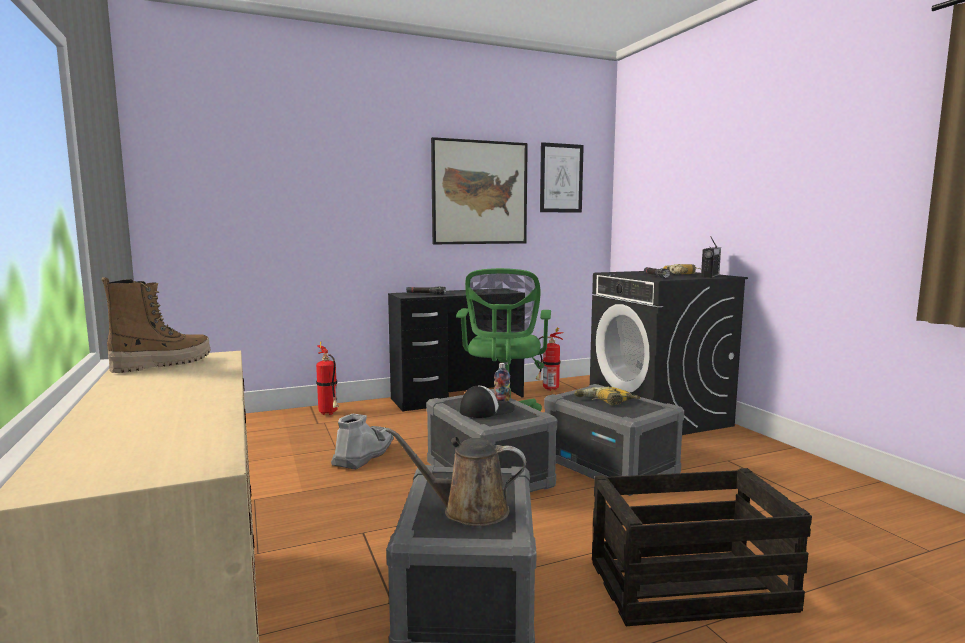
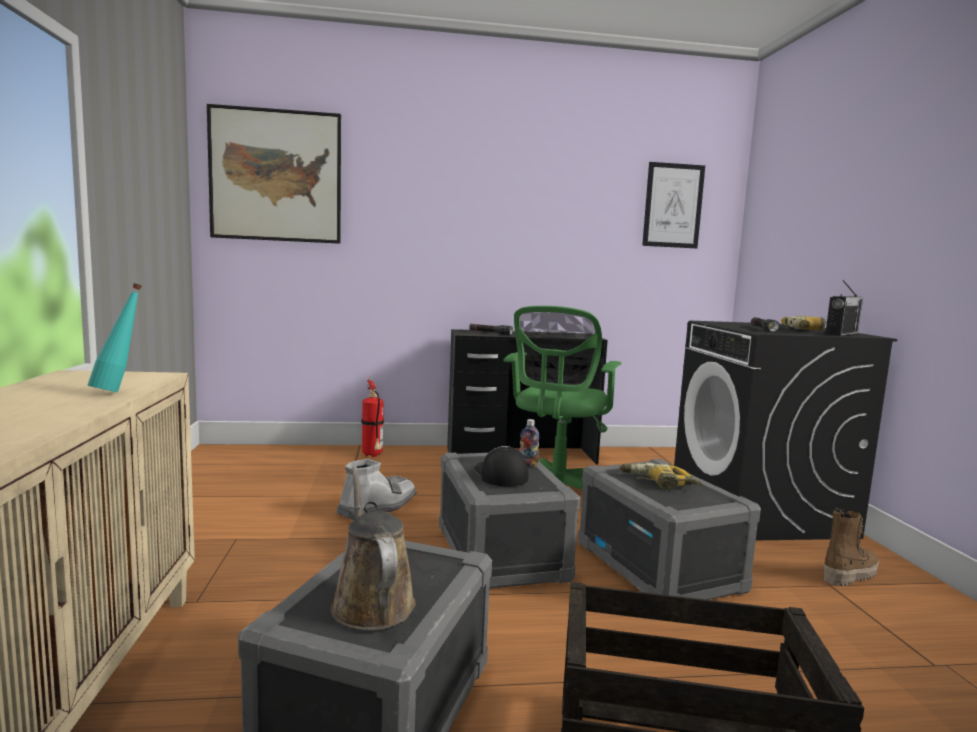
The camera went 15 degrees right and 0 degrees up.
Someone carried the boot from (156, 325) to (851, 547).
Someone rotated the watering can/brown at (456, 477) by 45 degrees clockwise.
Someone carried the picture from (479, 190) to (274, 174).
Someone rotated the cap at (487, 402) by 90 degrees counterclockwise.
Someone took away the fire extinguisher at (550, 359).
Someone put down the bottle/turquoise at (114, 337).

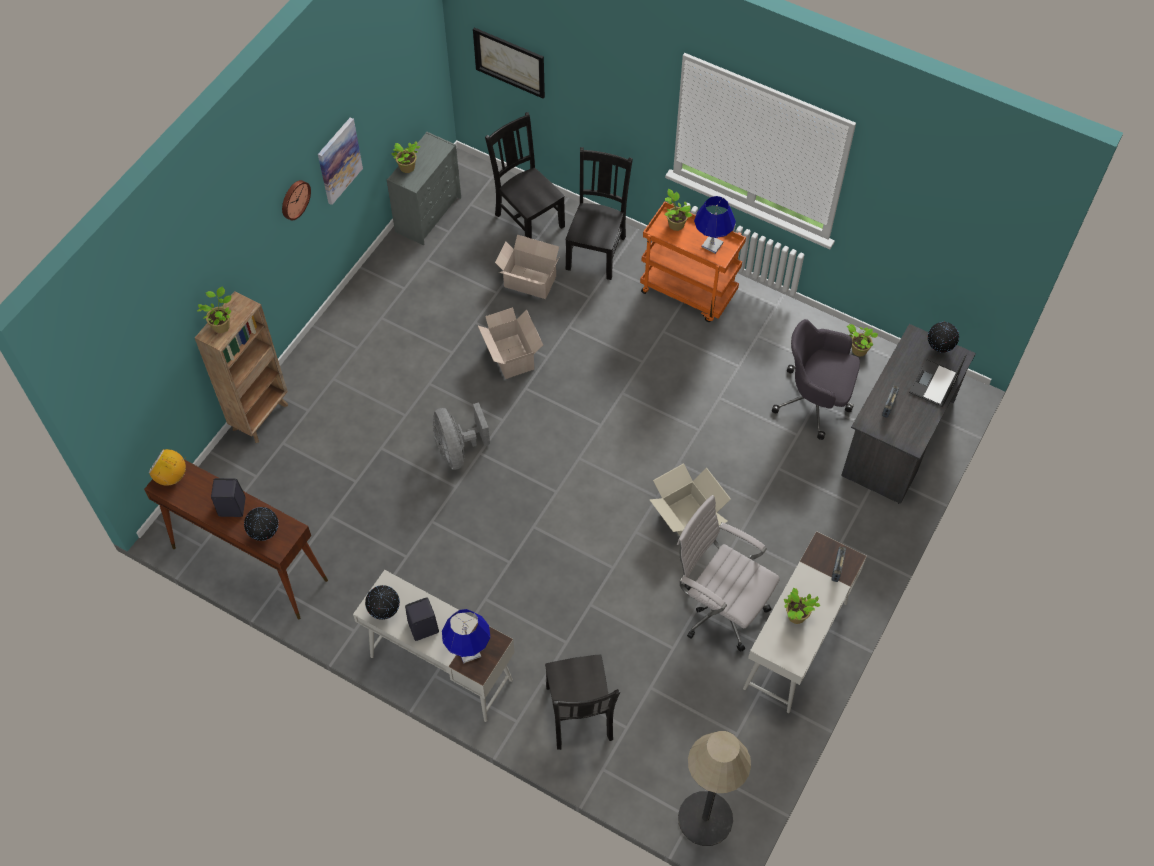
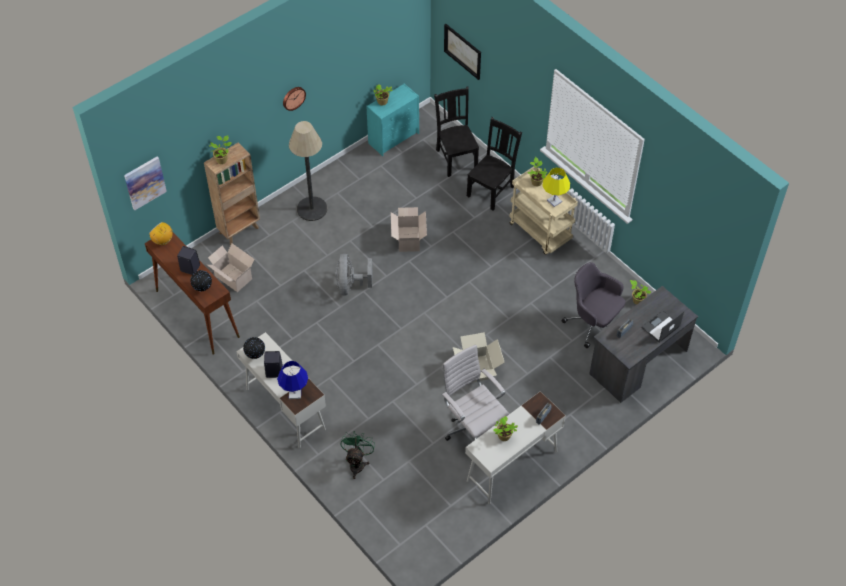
The camera went 20 degrees right and 5 degrees down.
Someone carried the picture from (340, 161) to (145, 183).
Someone repainted the dresser/grey at (424, 188), which became the dresser/turquoise at (392, 120).
Someone carried the cardboard box from (527, 267) to (231, 267).
Someone swapped the chair/black at (582, 702) for the fan/green at (358, 455).
Someone repainted the cart/orange at (693, 261), which became the cart/beige at (543, 211).
Someone carried the floor lamp from (714, 788) to (308, 171).
Someone repainted the table lamp/blue at (715, 225), which became the table lamp/yellow at (556, 187).
Someone took away the globe at (943, 337).

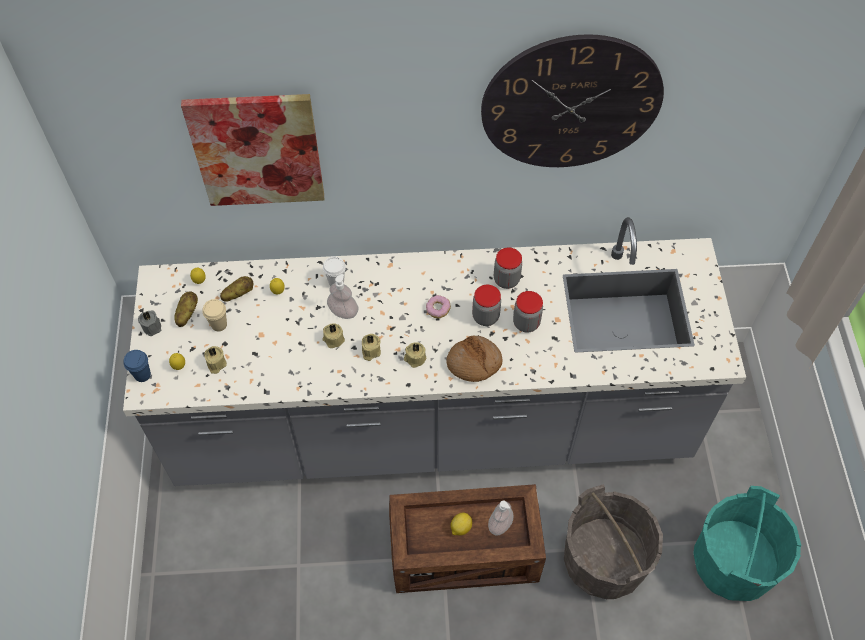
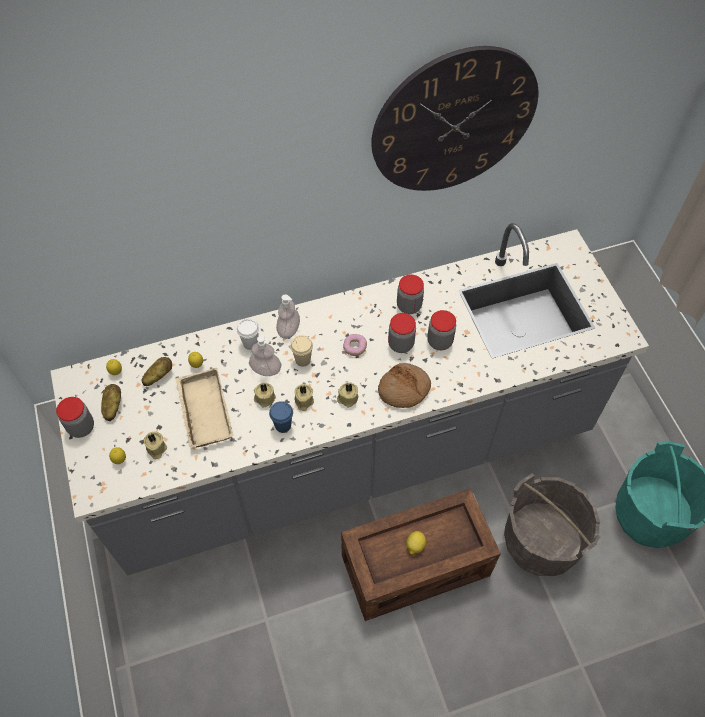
The camera went 15 degrees left and 0 degrees up.
Someone carried the cup/blue from (137, 366) to (281, 417).
Someone swapped the candle/grey at (149, 323) for the jar at (75, 417).
Someone took away the picture at (252, 150).
Someone carried the cup/beige from (214, 315) to (301, 351).
Someone carried the soap dispenser from (501, 518) to (288, 316).
Someone put down the tray/beige at (204, 407).

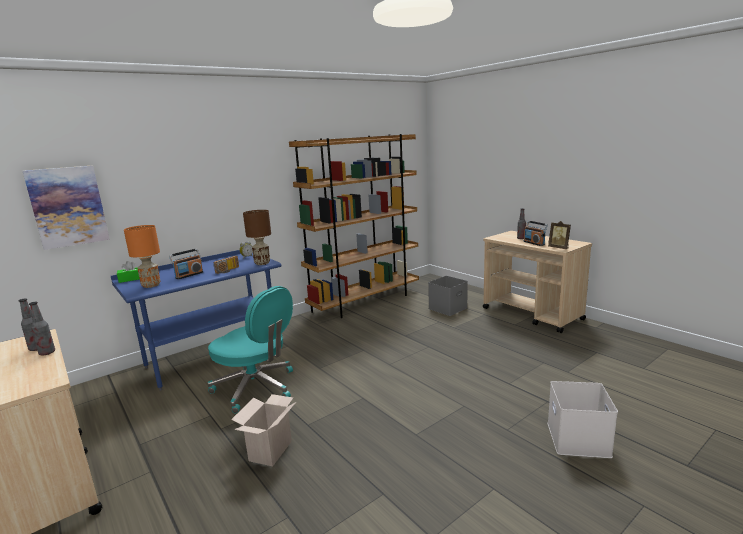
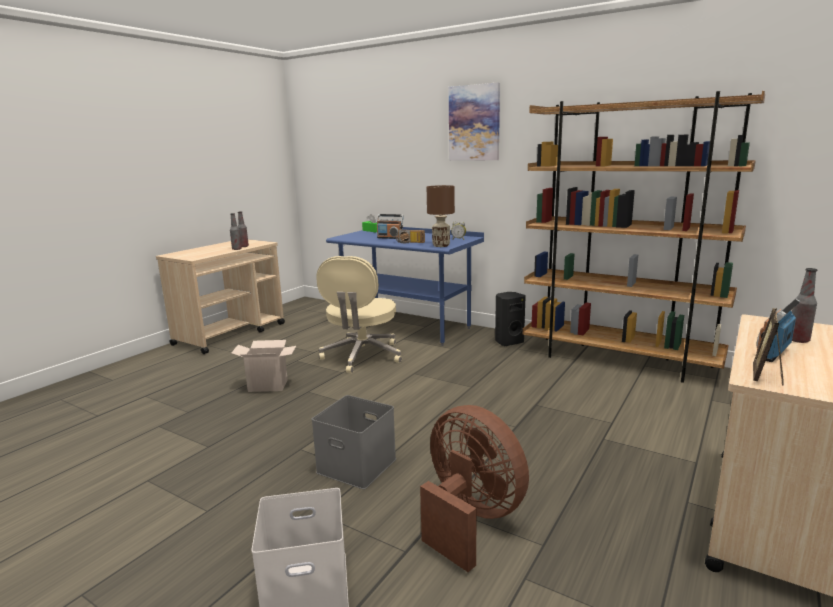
The camera went 70 degrees right and 0 degrees up.
Someone carried the picture from (66, 208) to (474, 122).
Someone took away the table lamp/orange at (142, 256).
Someone repainted the office chair/turquoise at (250, 349), which became the office chair/beige at (359, 314).
Someone carried the storage box/grey from (448, 296) to (354, 442).
Someone put down the fan/brown at (474, 488).
Someone put down the speaker/black at (510, 319).

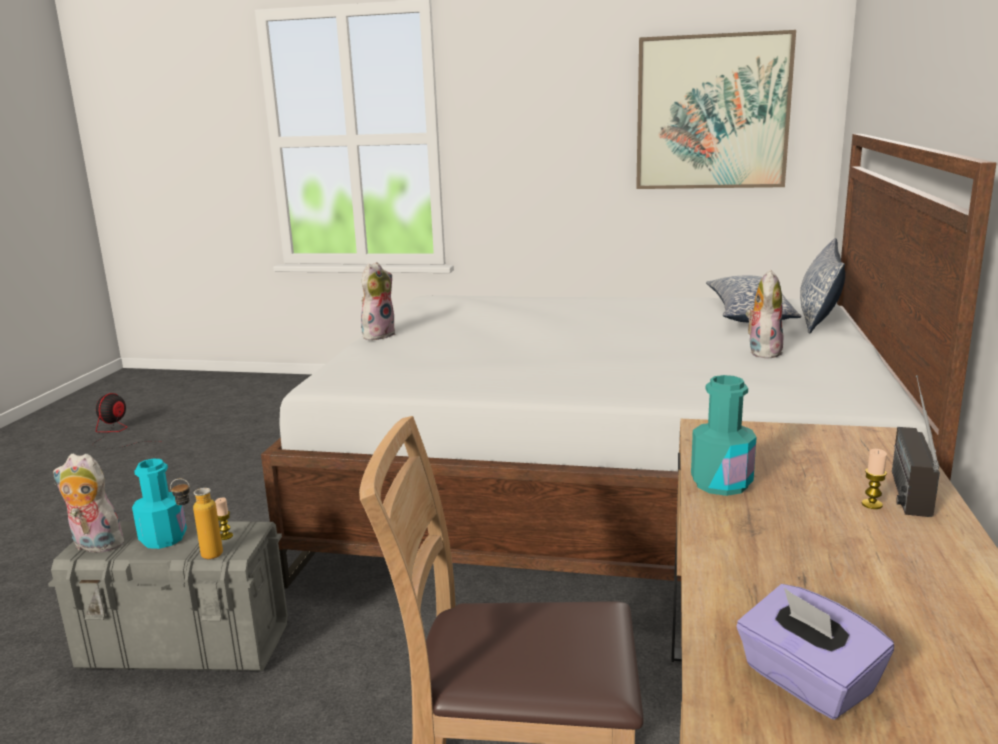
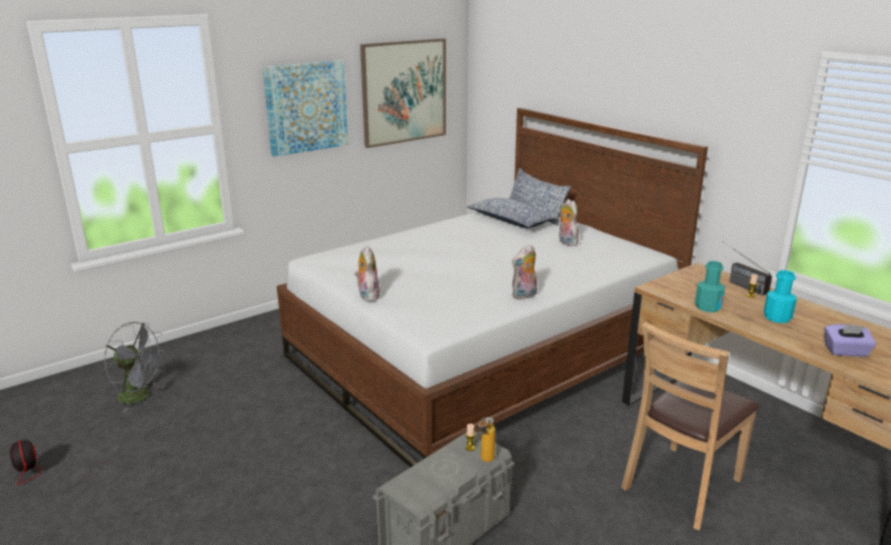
The camera went 50 degrees left and 5 degrees up.
Someone carried the plush toy from (90, 503) to (524, 271).
Someone carried the bottle/turquoise from (159, 504) to (780, 296).
Someone put down the fan/grey at (136, 367).
Someone put up the picture at (306, 108).

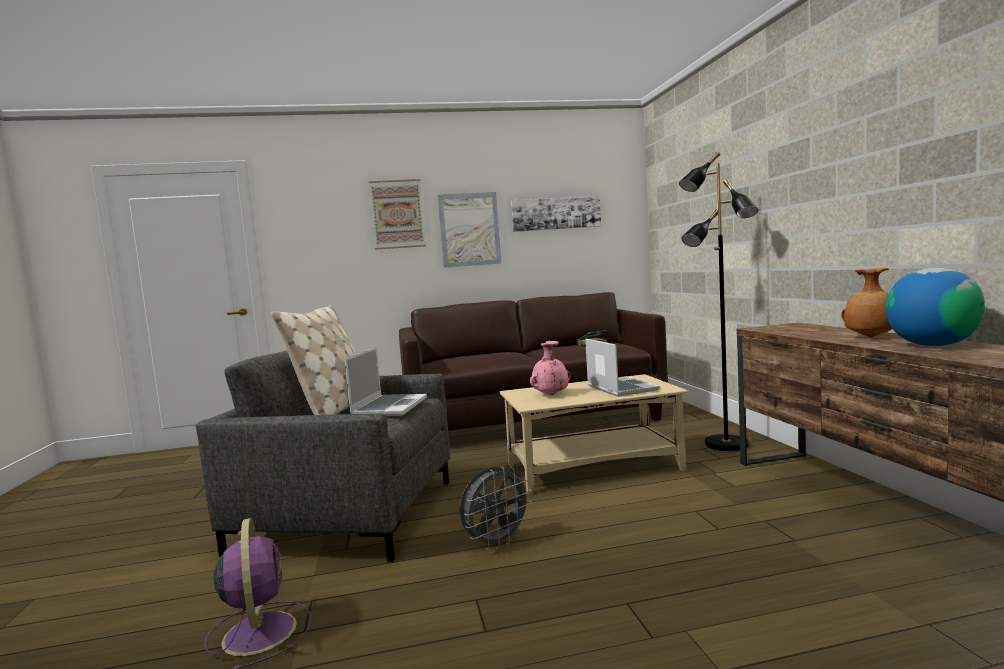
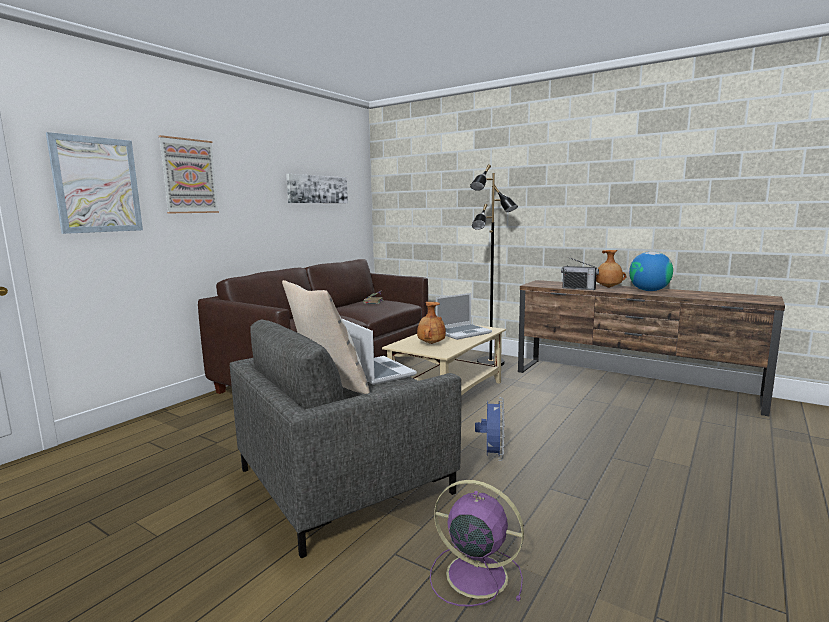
The camera went 45 degrees left and 5 degrees up.
Someone carried the picture from (469, 230) to (94, 183).
Someone repainted the fan/grey at (496, 508), which became the fan/blue at (490, 429).
Someone repainted the vase/pink at (550, 368), which became the vase/brown at (431, 323).
Someone rotated the laptop at (622, 367) by 120 degrees clockwise.
Someone put down the radio at (580, 273).

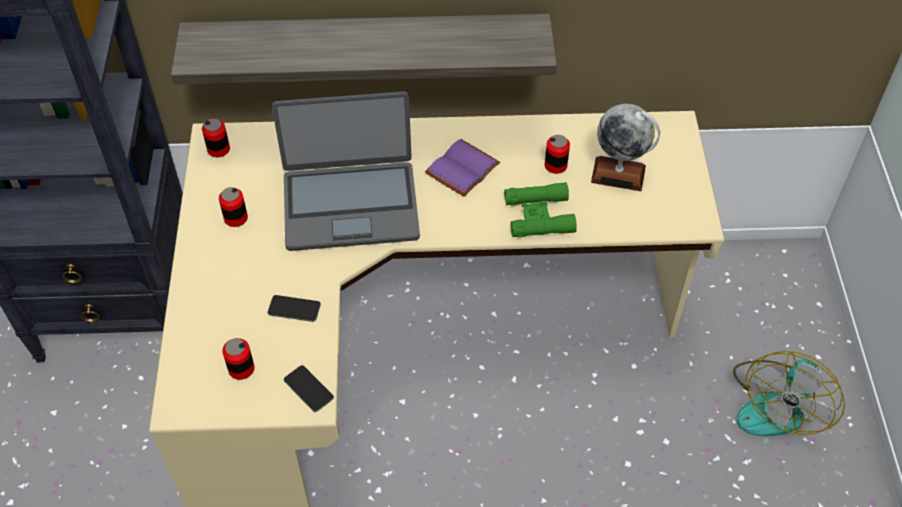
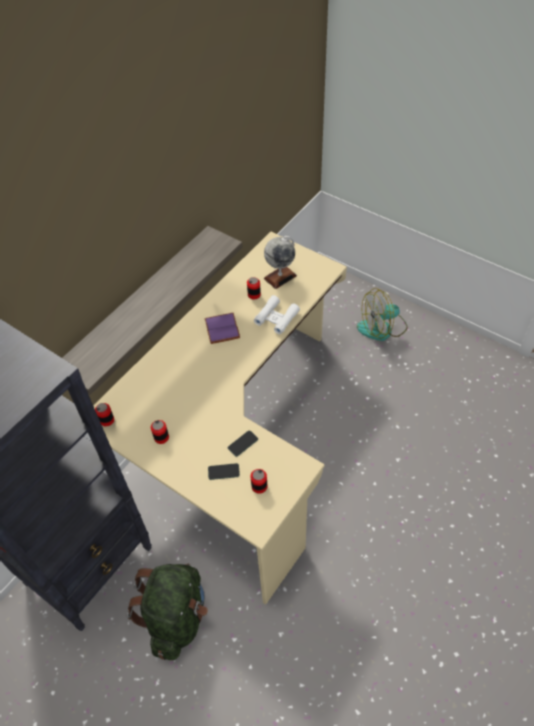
The camera went 50 degrees left and 0 degrees up.
Someone took away the laptop at (346, 171).
Someone carried the phone from (309, 388) to (224, 471).
Someone repainted the binoculars/green at (540, 209), which became the binoculars/white at (277, 314).
Someone rotated the fan at (789, 393) by 90 degrees clockwise.
Someone put down the backpack/green at (167, 611).

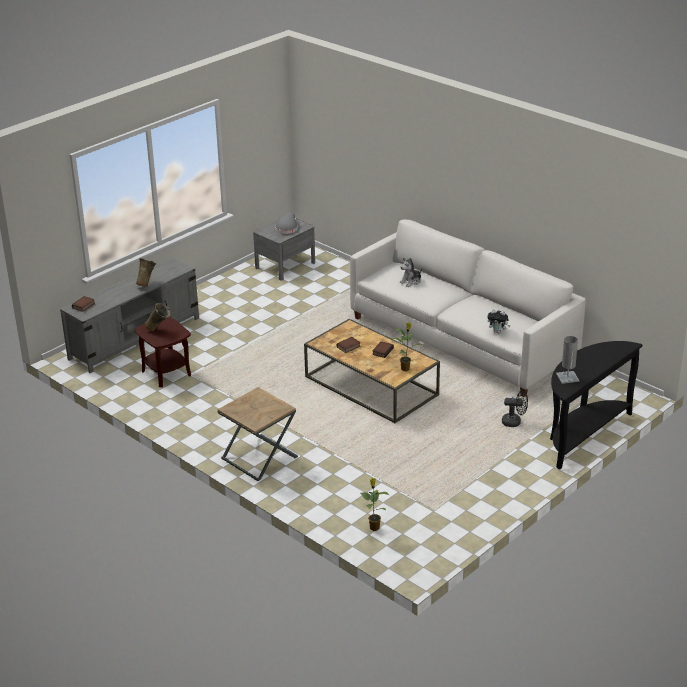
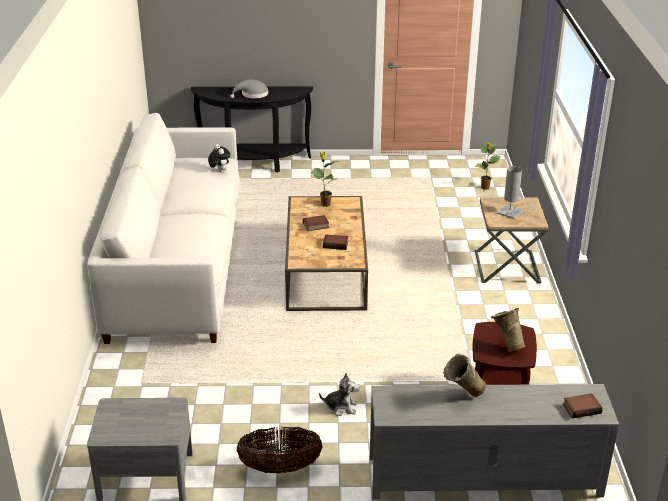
The camera went 135 degrees left and 0 degrees up.
Someone carried the hat/grey from (286, 223) to (249, 89).
Someone carried the plush toy from (411, 272) to (339, 394).
Someone took away the fan/black at (515, 408).
Someone carried the table lamp/grey from (567, 360) to (510, 192).
Someone put down the basket at (279, 450).

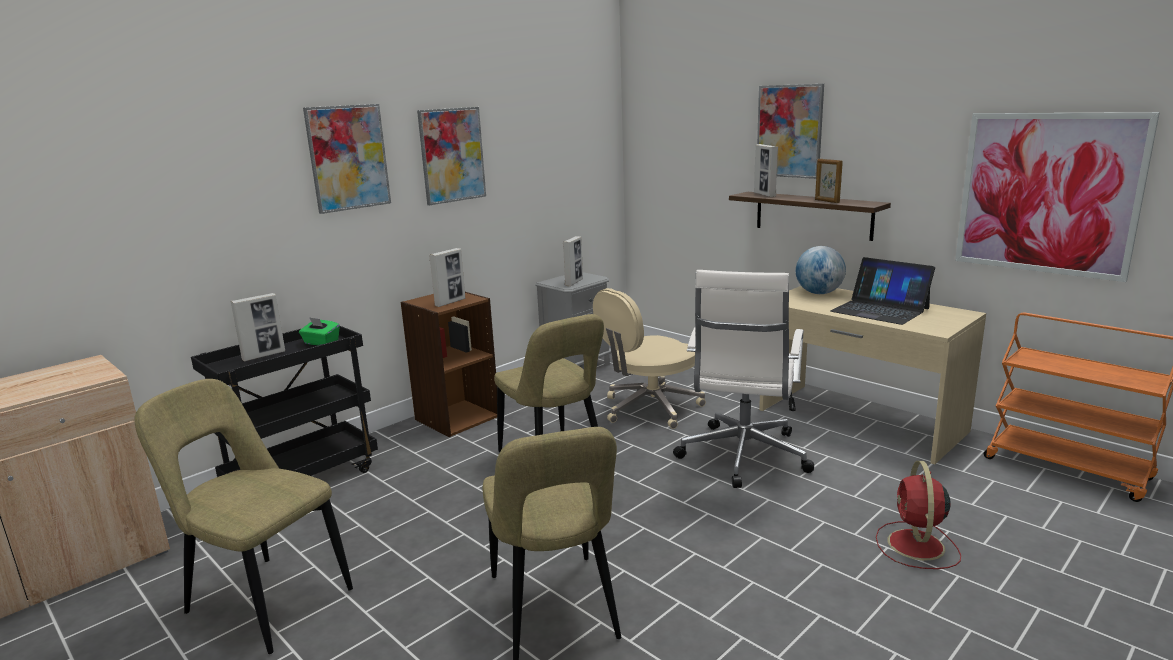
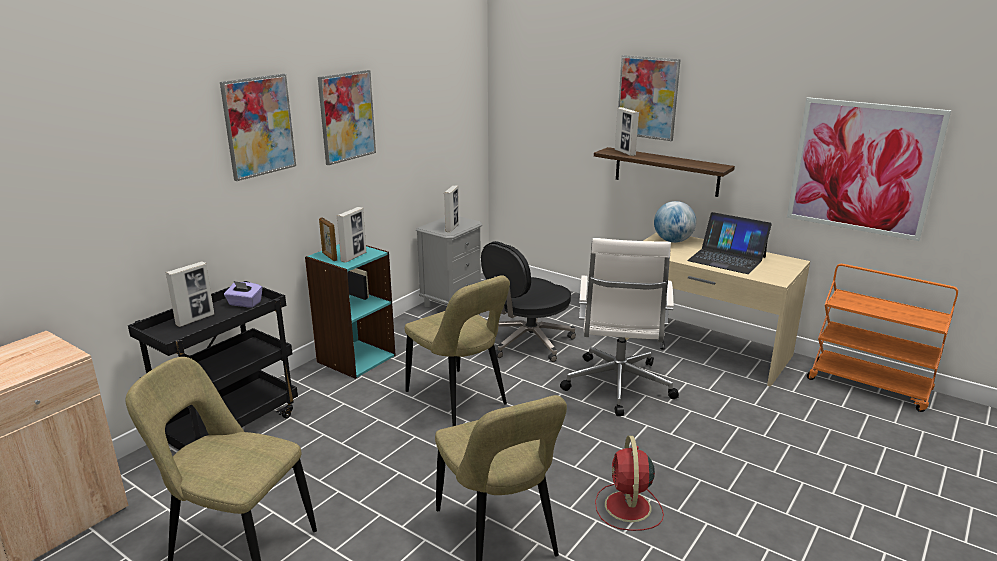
The camera went 10 degrees left and 5 degrees up.
Someone repainted the tissue box/green at (319, 331), which became the tissue box/purple at (243, 294).
Someone repainted the bookcase/brown at (449, 364), which became the bookcase/turquoise at (350, 311).
Someone repainted the office chair/beige at (649, 358), which became the office chair/black at (528, 301).
Someone carried the picture frame from (829, 181) to (328, 239).
Someone carried the fan/red from (918, 515) to (629, 483).

